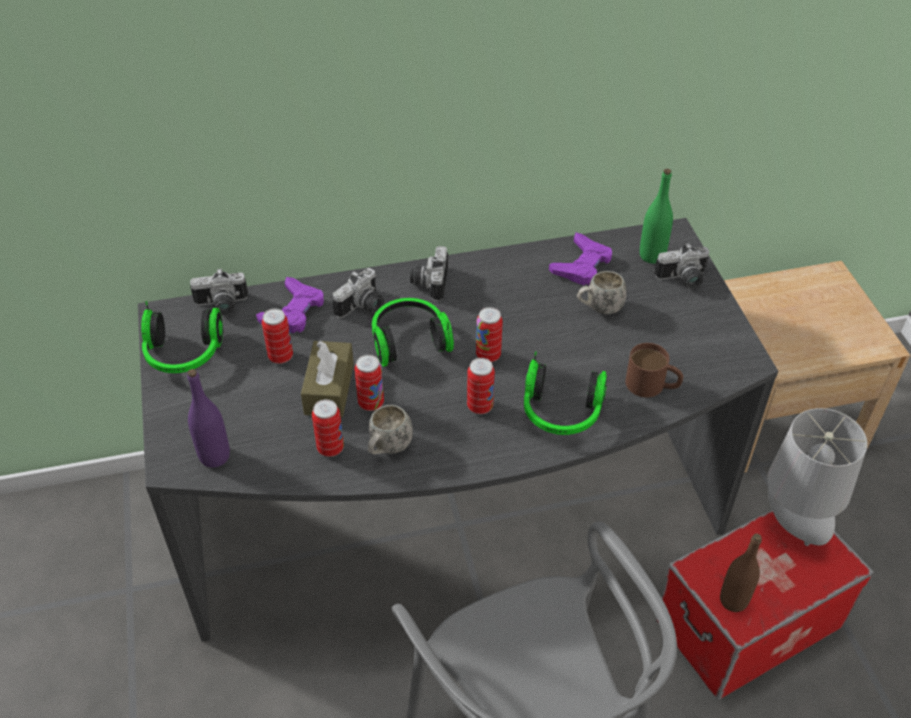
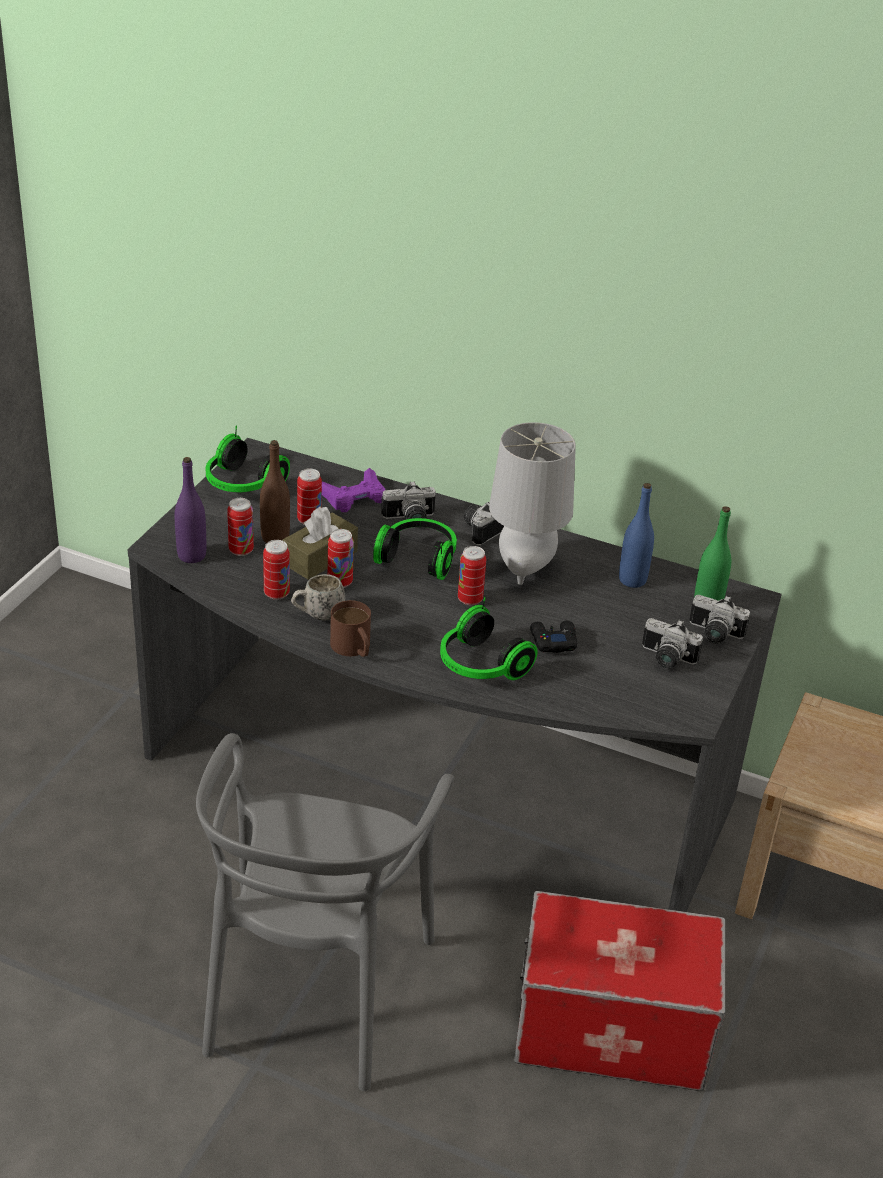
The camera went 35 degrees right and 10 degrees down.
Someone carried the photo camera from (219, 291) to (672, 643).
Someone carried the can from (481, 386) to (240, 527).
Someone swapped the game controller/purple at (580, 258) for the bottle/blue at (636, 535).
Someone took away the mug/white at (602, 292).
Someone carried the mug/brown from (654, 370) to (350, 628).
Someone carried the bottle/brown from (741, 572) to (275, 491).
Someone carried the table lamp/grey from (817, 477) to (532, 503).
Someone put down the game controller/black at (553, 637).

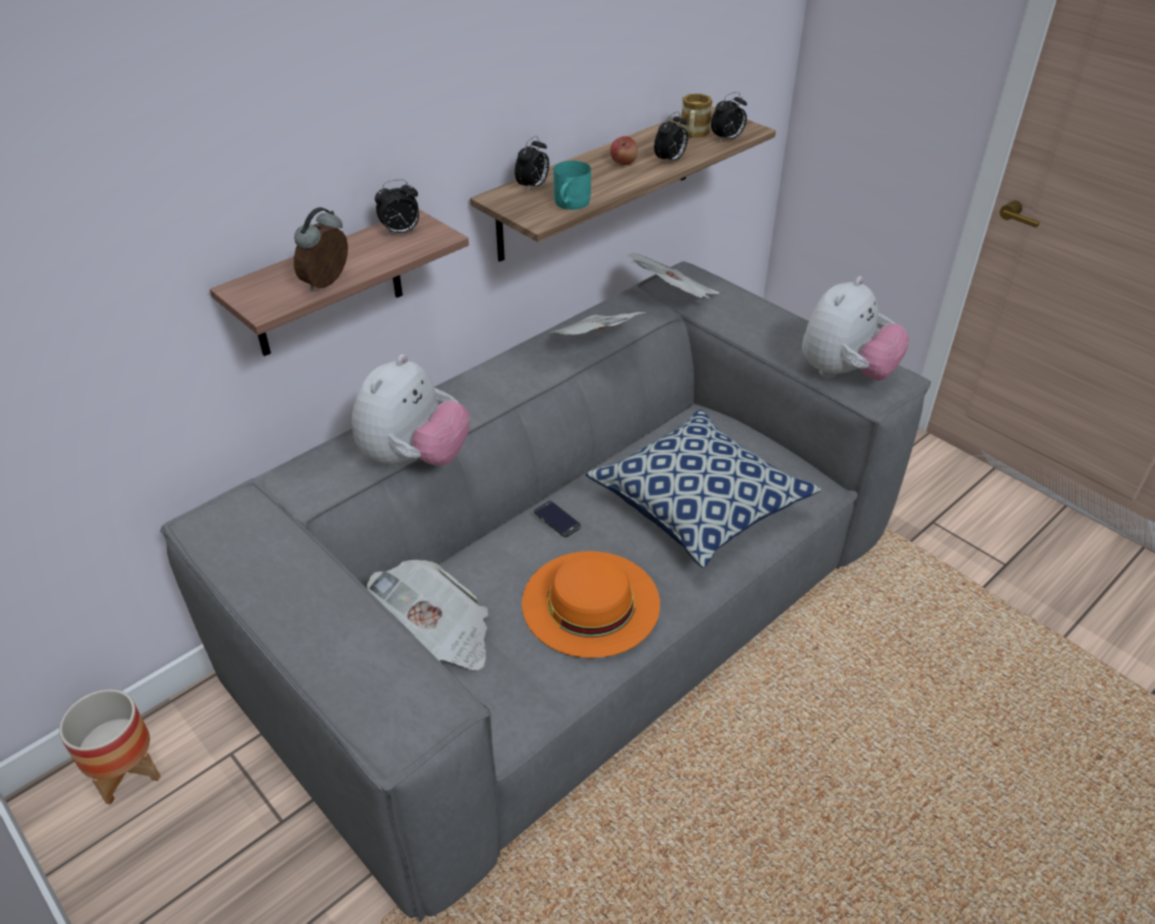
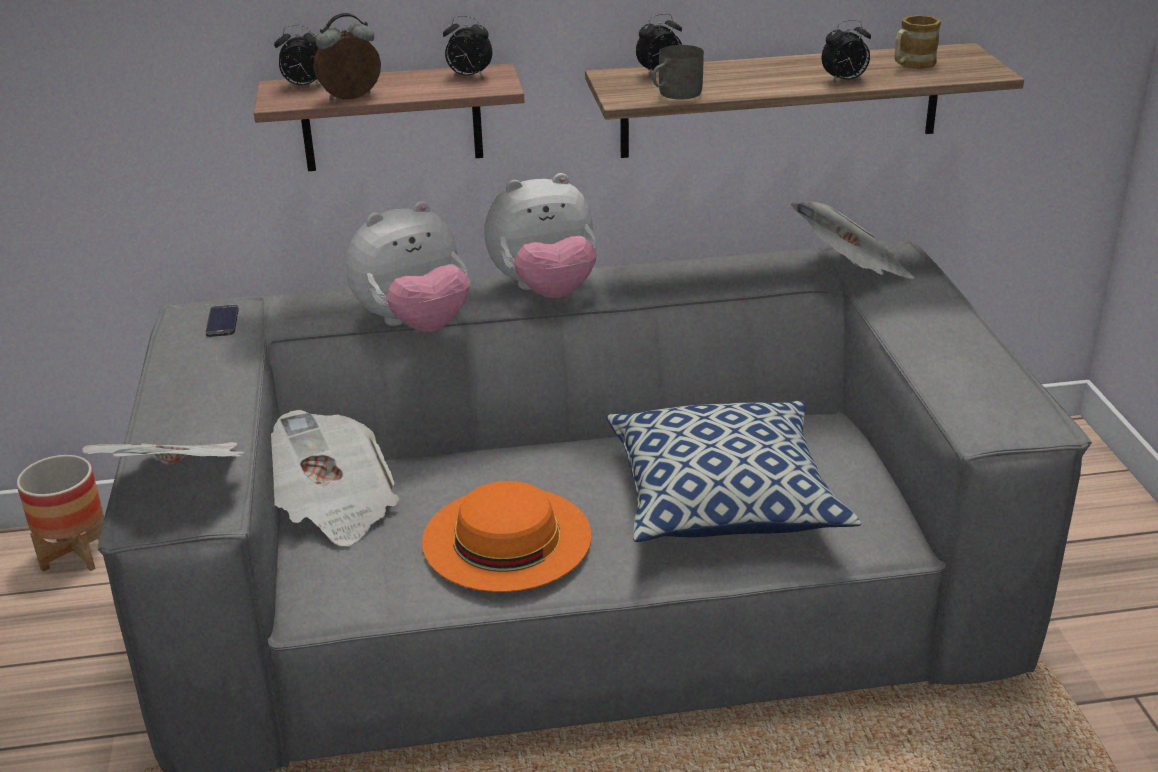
The camera went 35 degrees right and 10 degrees down.
Someone carried the phone from (557, 519) to (222, 321).
Someone carried the newspaper from (599, 323) to (163, 453).
Someone repainted the mug/turquoise at (572, 185), which became the mug/grey at (678, 72).
Someone took away the apple at (624, 150).
Someone carried the alarm clock from (729, 117) to (297, 56).
Someone carried the plush toy from (855, 328) to (540, 235).

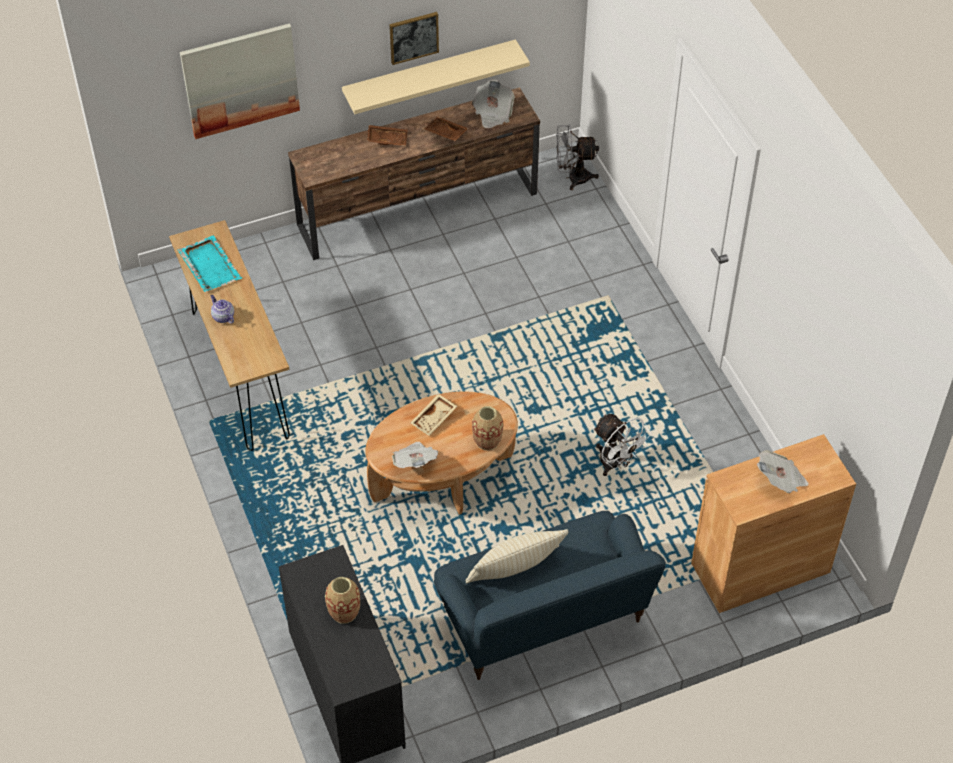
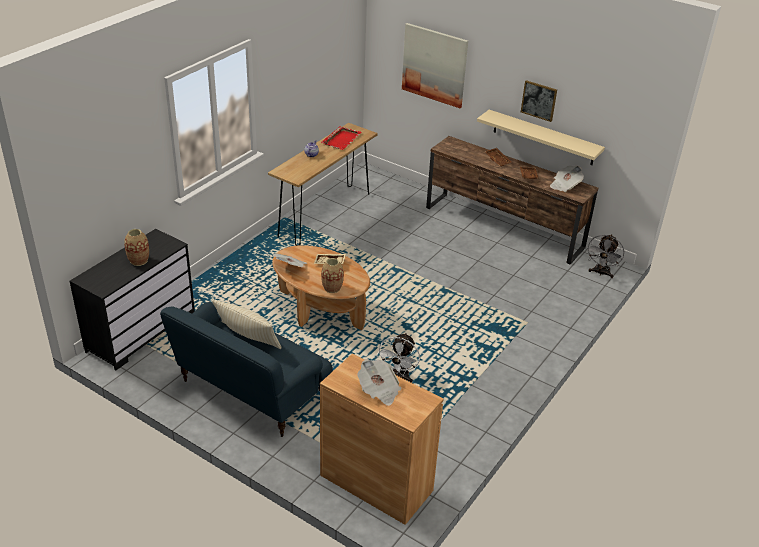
The camera went 55 degrees right and 15 degrees down.
Someone repainted the tray/turquoise at (209, 263), which became the tray/red at (341, 138).
Someone rotated the fan/grey at (577, 157) by 120 degrees counterclockwise.

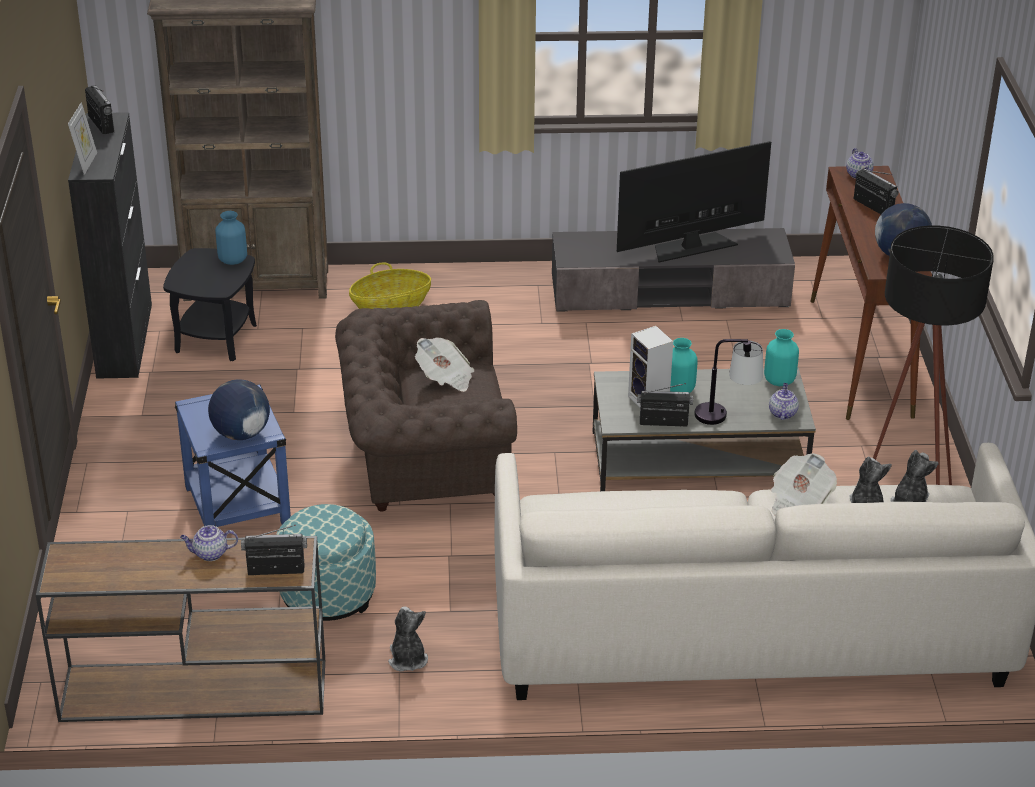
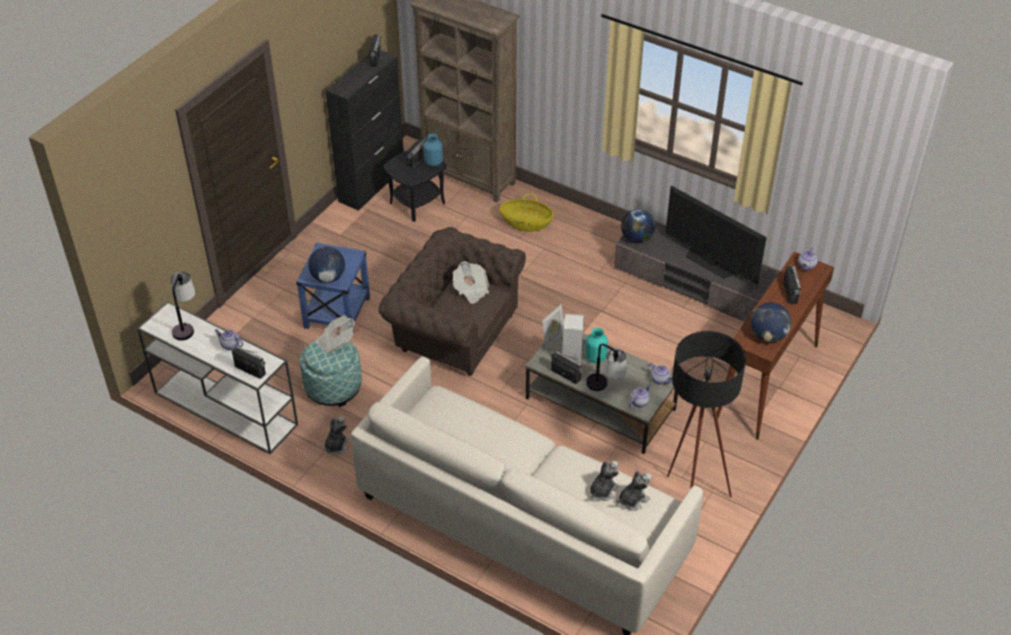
The camera went 35 degrees right and 10 degrees up.
Someone repainted the console table/brown at (180, 629), which became the console table/white at (217, 377).
Someone carried the picture frame from (82, 138) to (553, 326).
Someone rotated the television at (694, 202) by 150 degrees counterclockwise.
Someone swapped the vase/turquoise at (781, 357) for the teapot at (660, 374).
Someone carried the newspaper from (804, 484) to (335, 334).
Someone put down the table lamp at (183, 306).
Someone put down the radio at (416, 152).
Someone put down the globe at (638, 226).

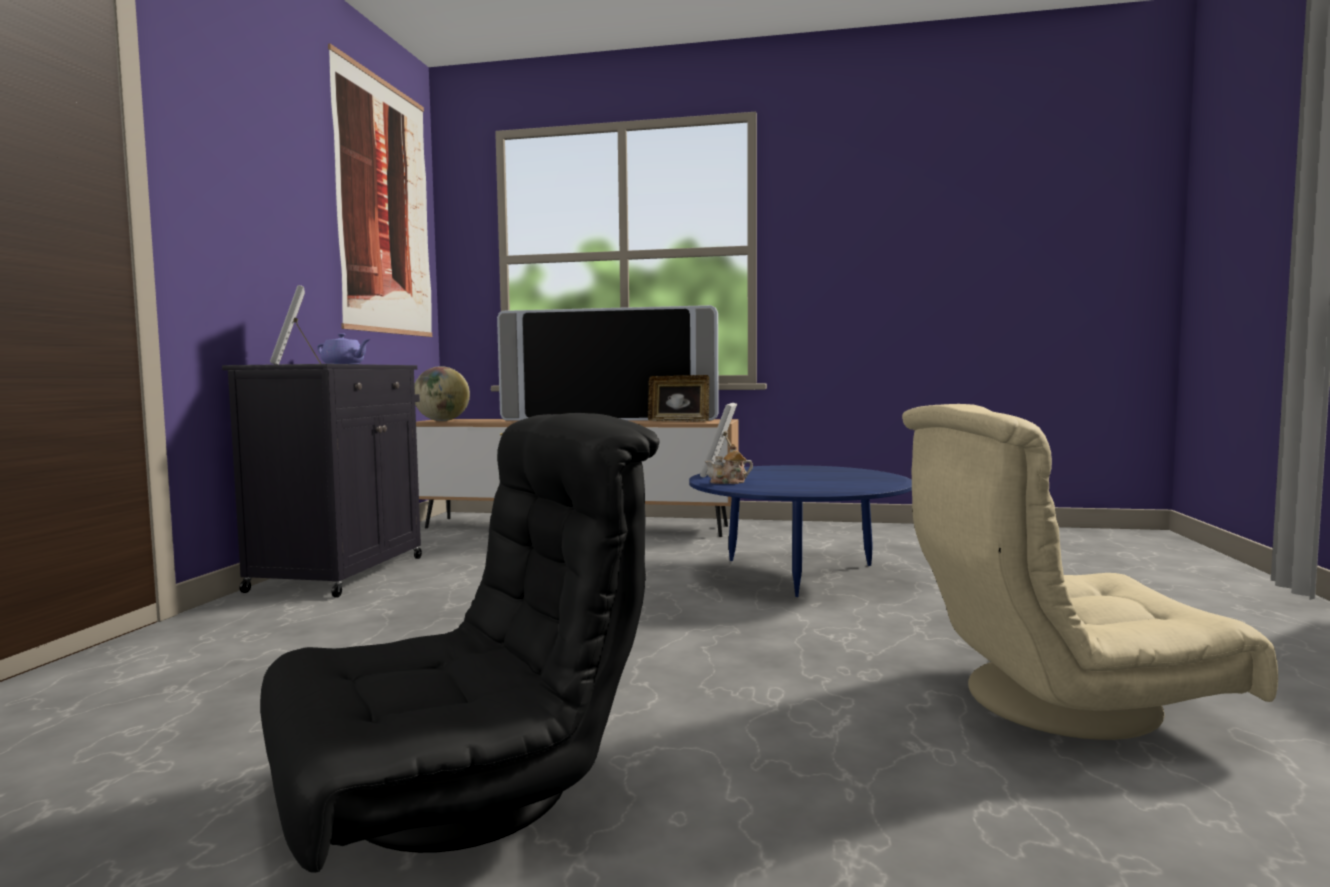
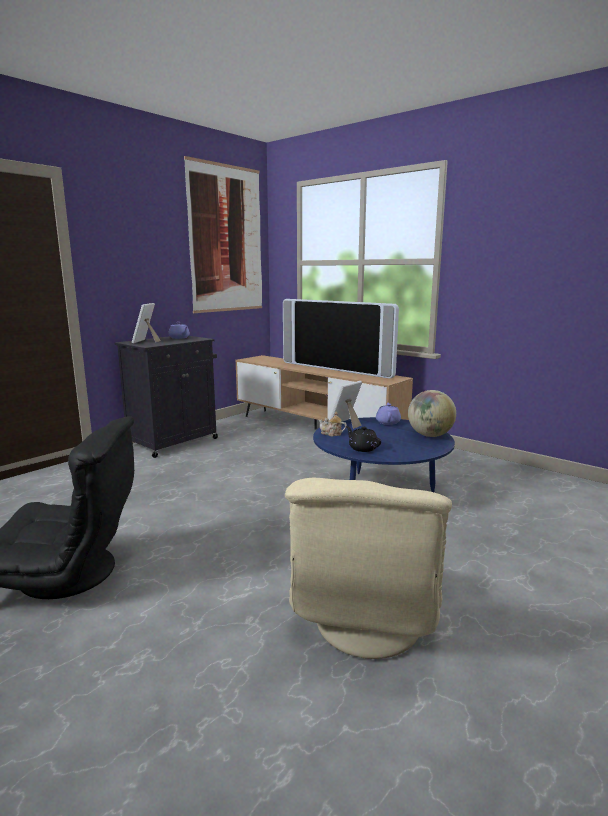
The camera went 30 degrees right and 10 degrees up.
Someone carried the globe from (442, 393) to (432, 413).
Someone took away the picture frame at (678, 398).
Someone rotated the armchair/beige at (1090, 572) by 105 degrees counterclockwise.
Someone put down the teapot/black at (363, 439).
Someone put down the teapot/purple at (388, 414).

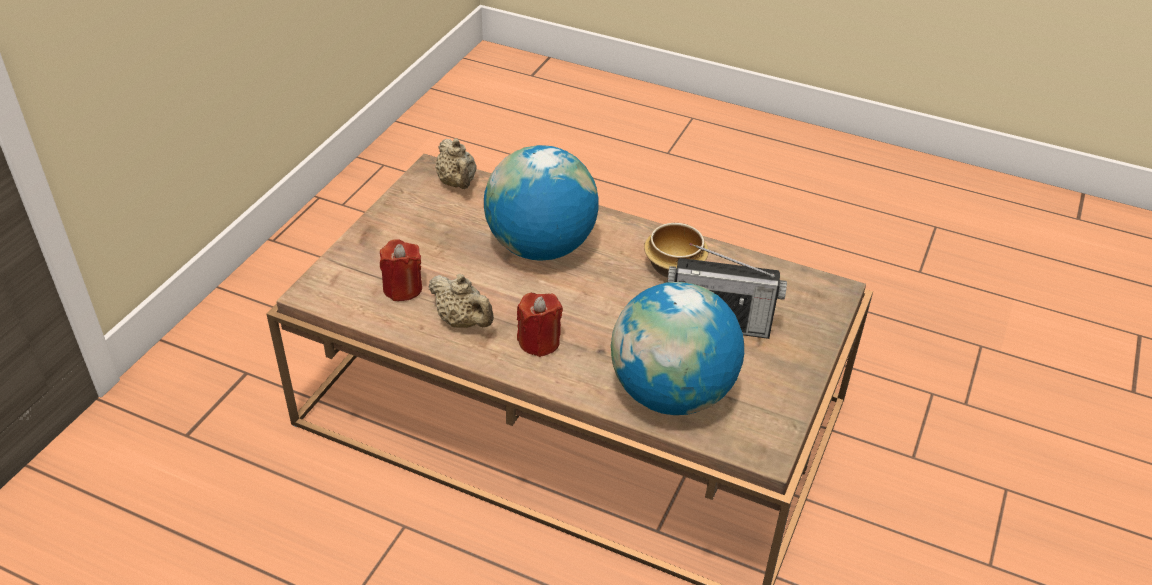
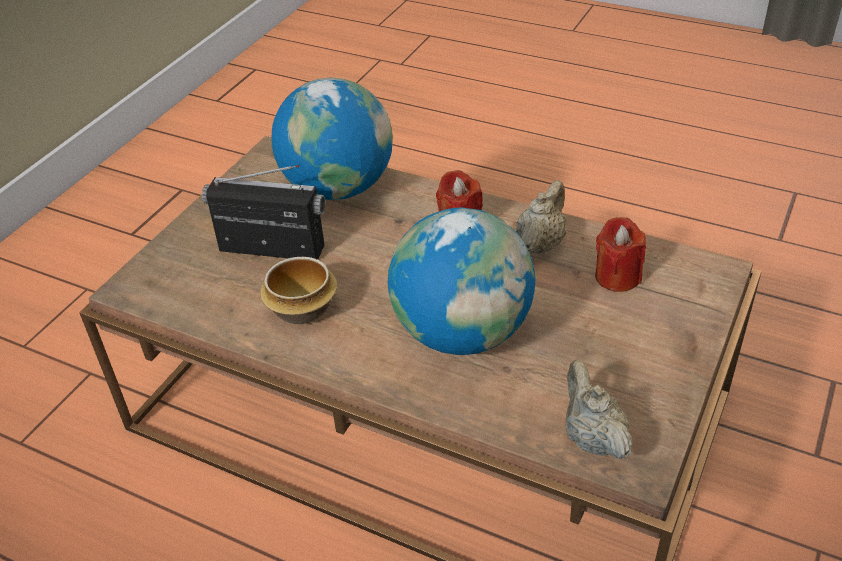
The camera went 175 degrees left and 0 degrees up.
Someone rotated the teapot/beige at (461, 301) by 75 degrees clockwise.

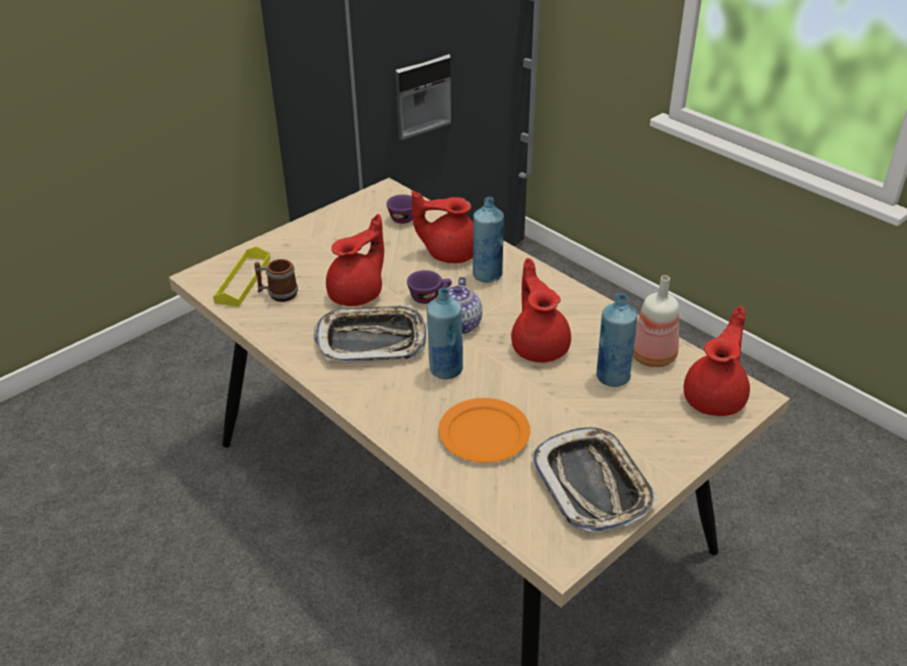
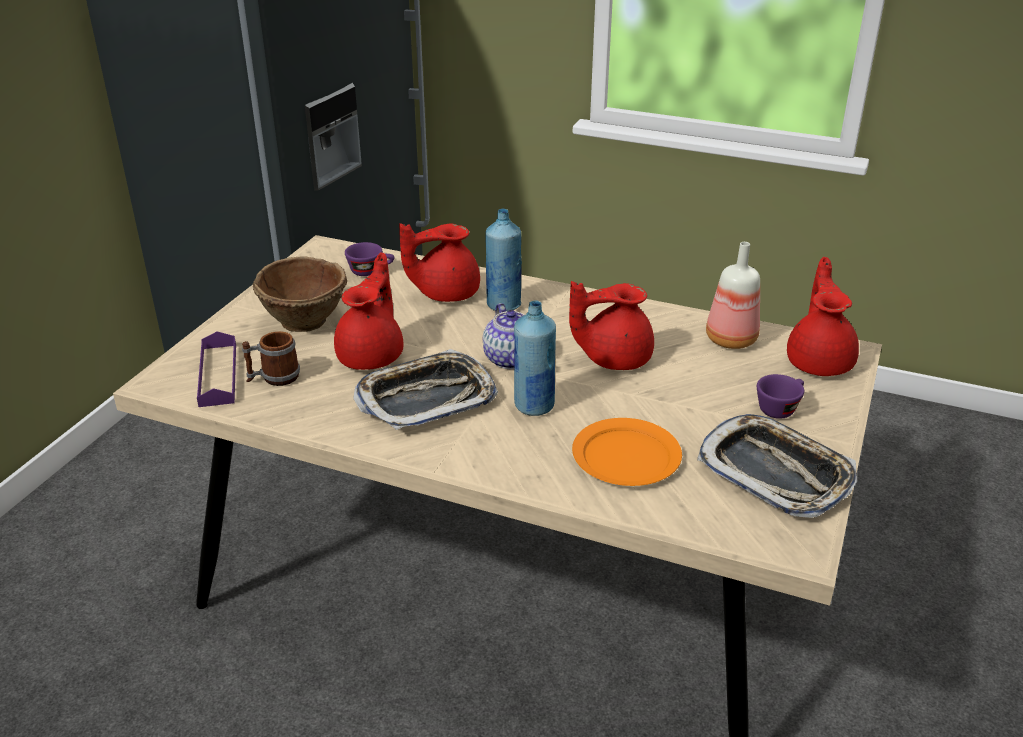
The camera went 25 degrees left and 5 degrees down.
Someone repainted the tray/yellow at (241, 276), which became the tray/purple at (216, 369).
Someone carried the cup/purple from (429, 287) to (780, 396).
Someone rotated the teapot/red at (541, 310) by 60 degrees counterclockwise.
Someone took away the bottle/blue at (617, 340).
Someone put down the bowl/brown at (300, 294).

